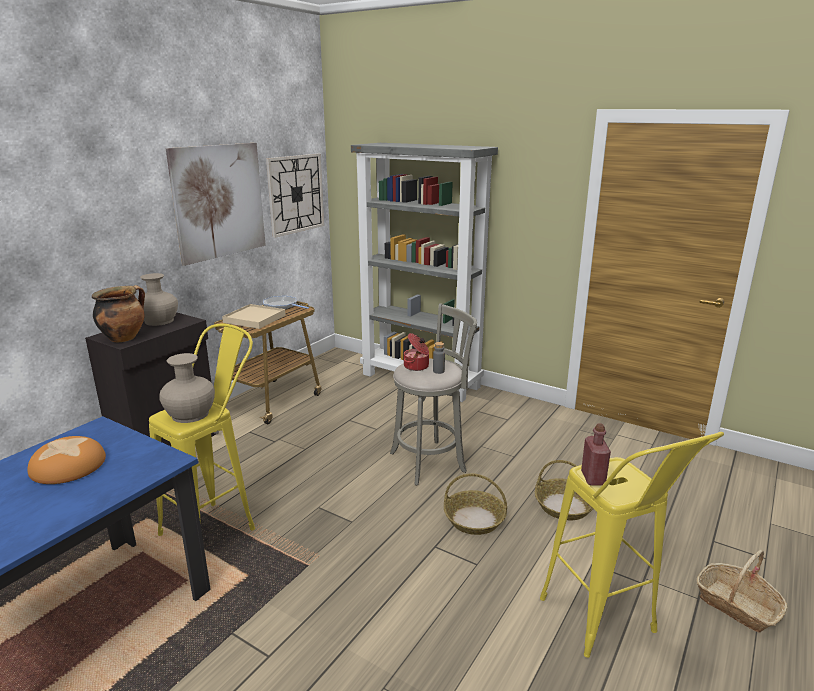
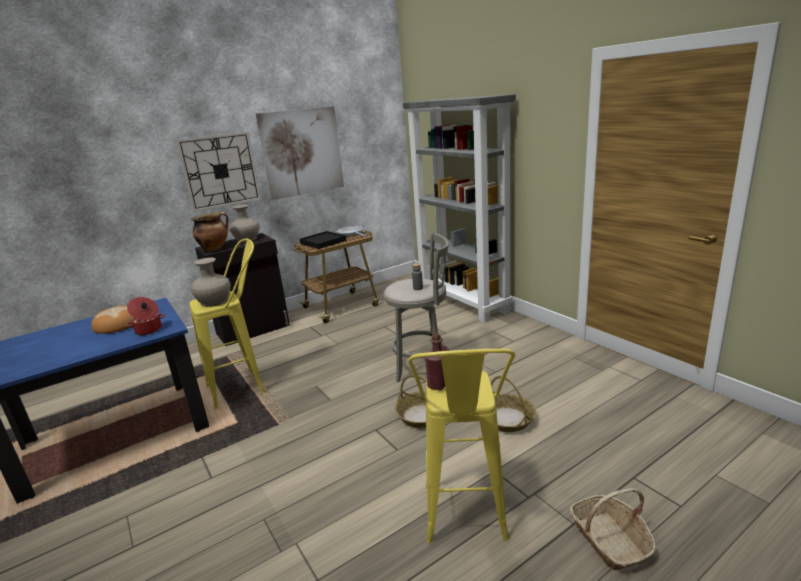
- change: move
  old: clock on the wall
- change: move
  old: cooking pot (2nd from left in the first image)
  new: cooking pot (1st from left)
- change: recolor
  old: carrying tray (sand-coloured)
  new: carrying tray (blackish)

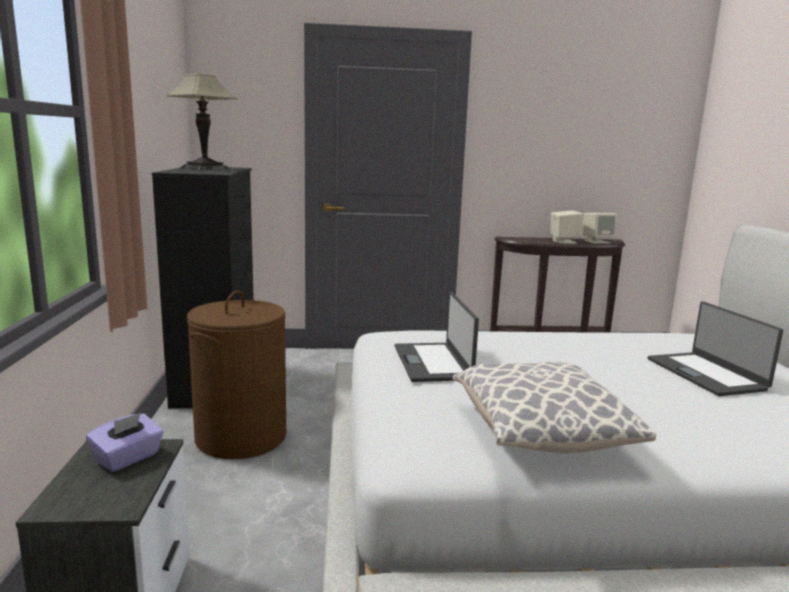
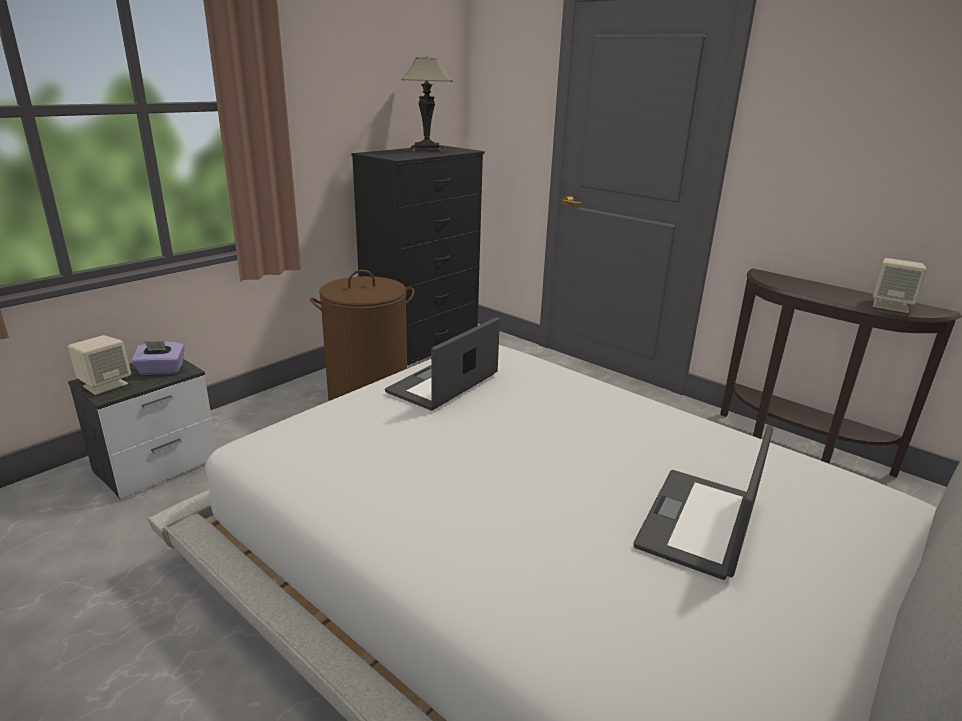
- change: delete
  old: cushion
- change: move
  old: speaker (sand-coloured) (1st from left)

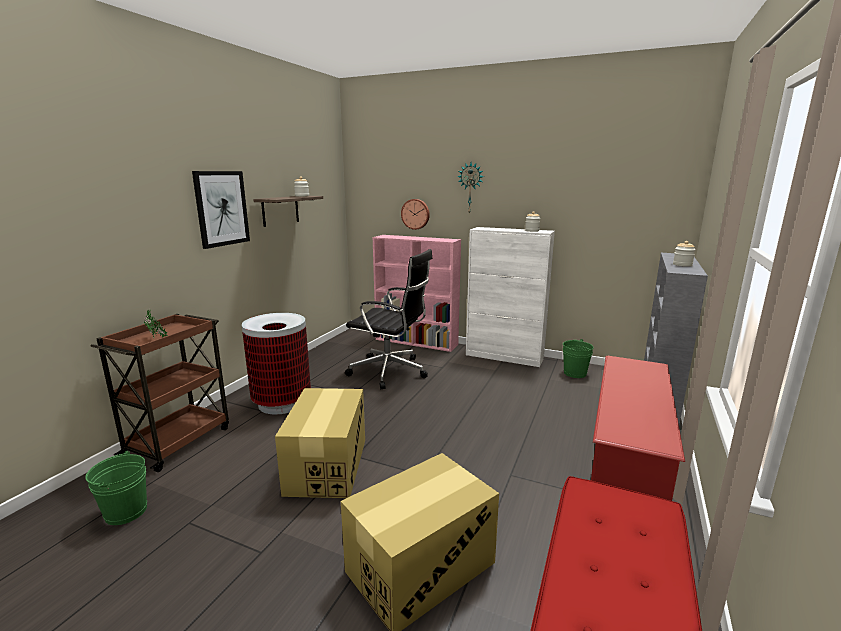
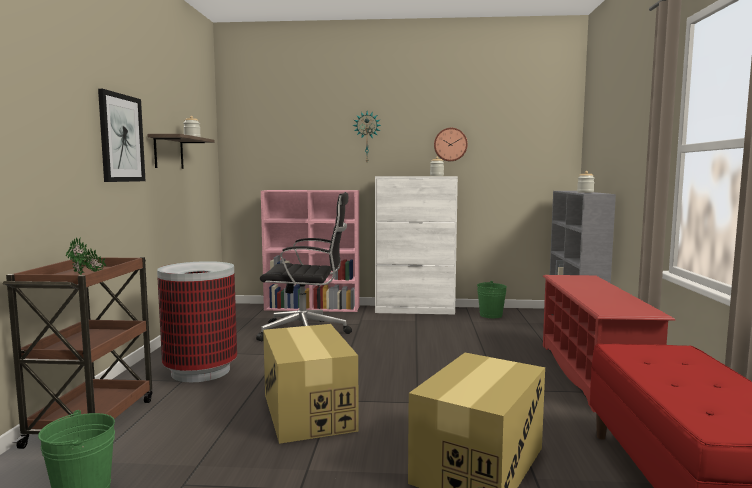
- change: move
  old: clock on the wall (1st from left in the first image)
  new: clock on the wall (2nd from left)

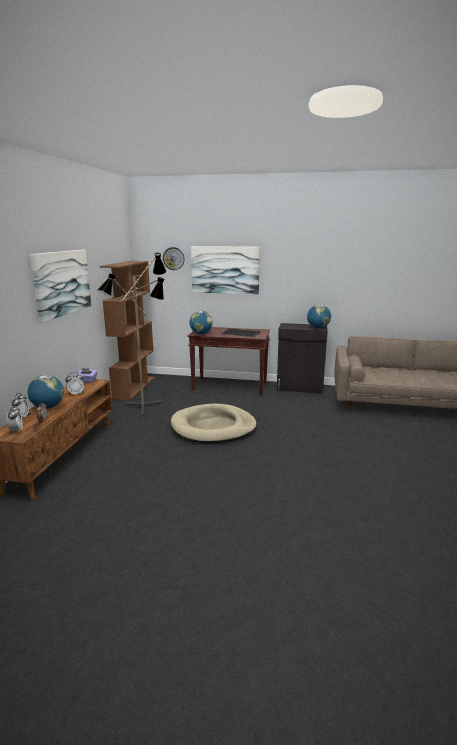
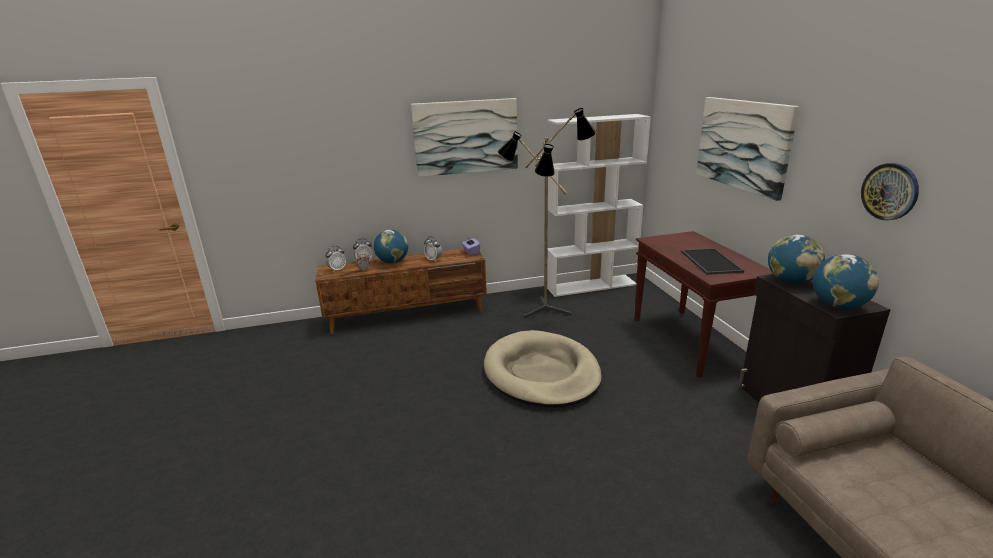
- change: move
  old: clock on the wall
- change: move
  old: globe (2nd from left)
- change: recolor
  old: shelving unit (brown)
  new: shelving unit (whitish)

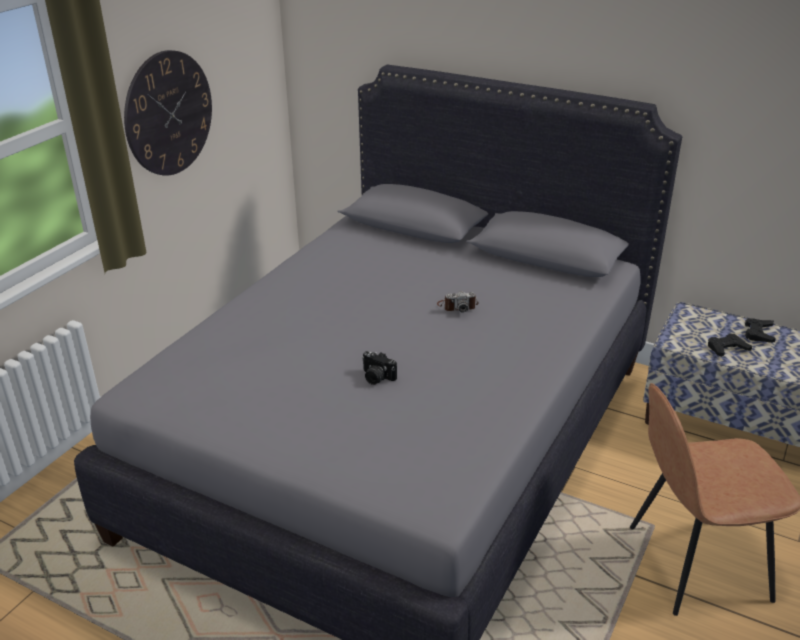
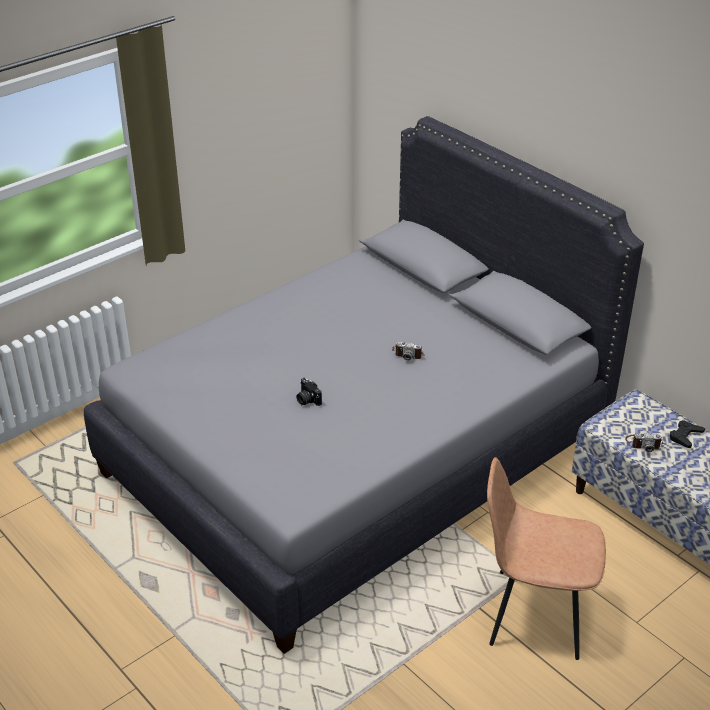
- change: delete
  old: clock on the wall
- change: replace
  old: game controller (blackish) (1st from left)
  new: photo camera (3rd from left)

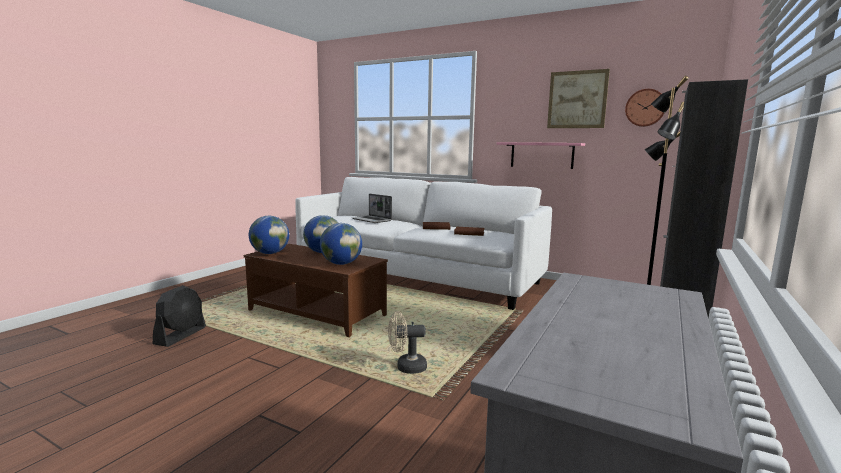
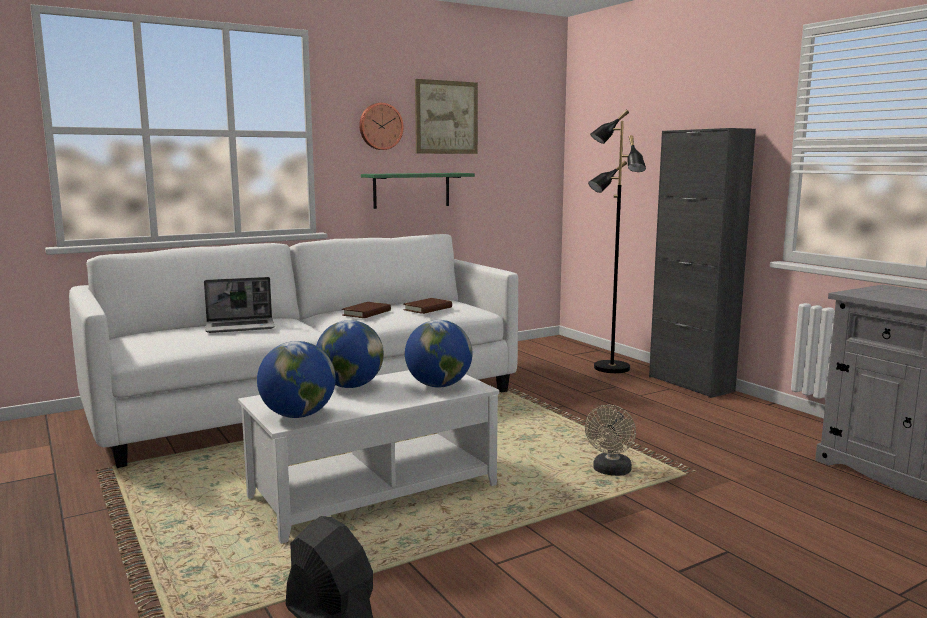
- change: move
  old: clock on the wall
- change: recolor
  old: lounge table (brown)
  new: lounge table (whitish)
- change: recolor
  old: bracket shelf (pink-coloured)
  new: bracket shelf (green-coloured)

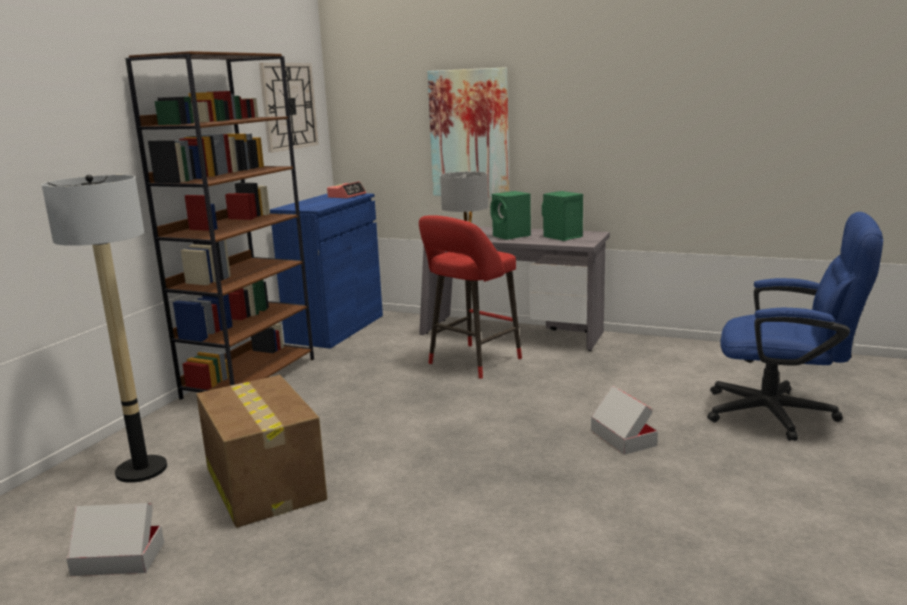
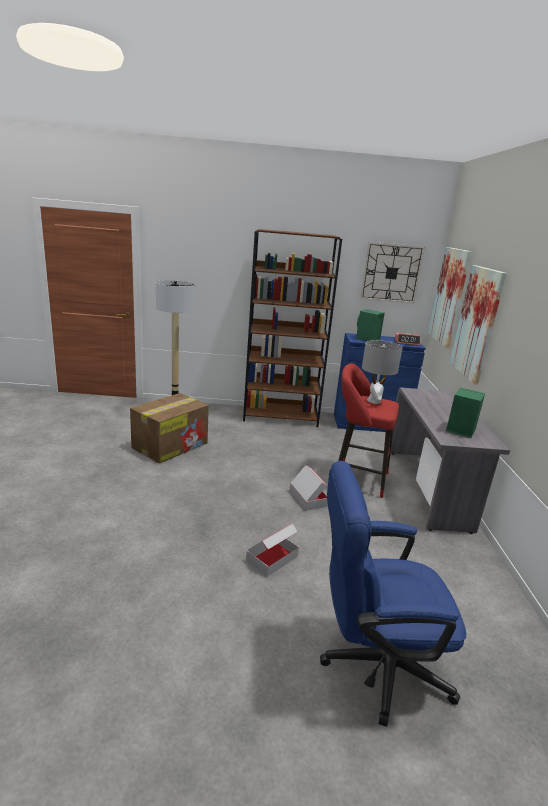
- change: insert
  new: wall picture (1st from left)
- change: move
  old: packing box (1st from left in the first image)
  new: packing box (3rd from left)
- change: move
  old: speaker (green-coloured) (1st from left)
- change: rotate
  old: office chair (blue)
  degrees: 90

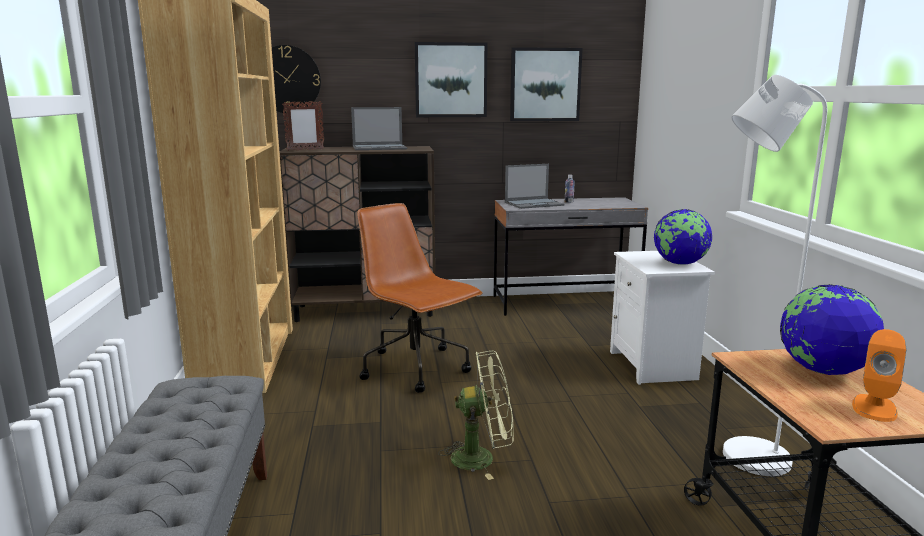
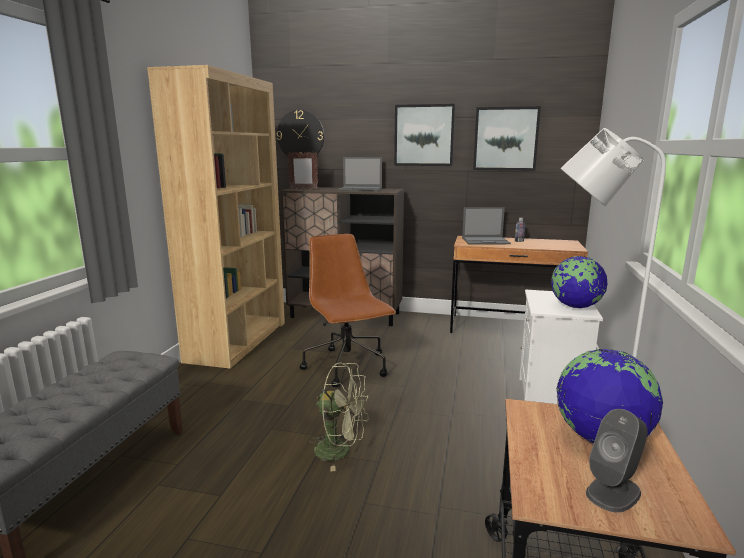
- change: recolor
  old: desk (greyish)
  new: desk (brown)
- change: recolor
  old: speaker (orangey)
  new: speaker (greyish)

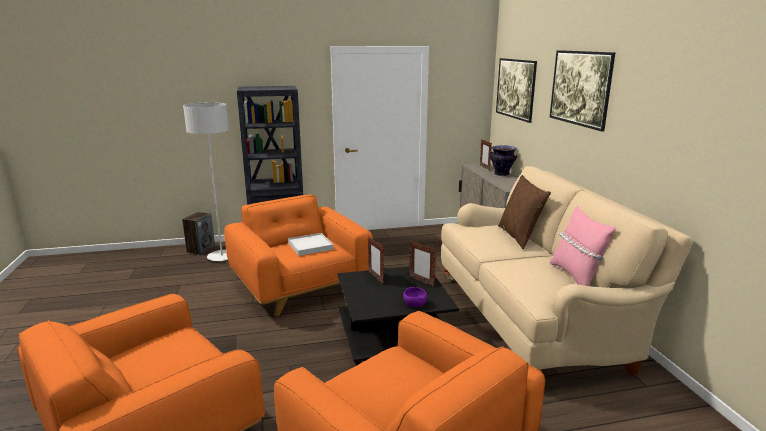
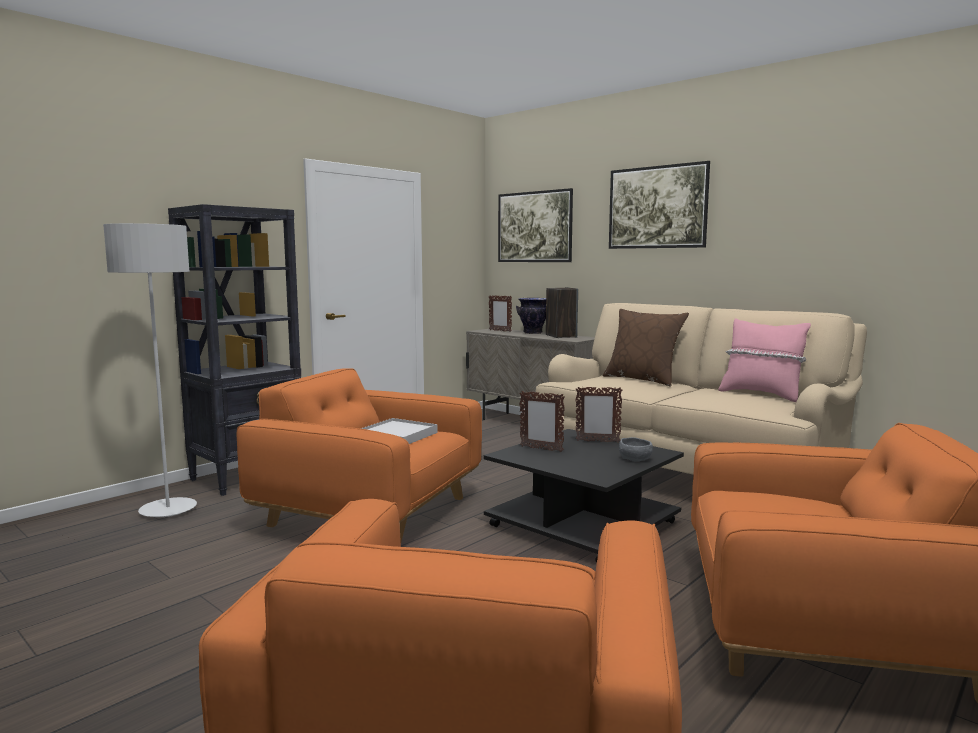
- change: move
  old: speaker
- change: recolor
  old: bowl (purplish)
  new: bowl (greyish)

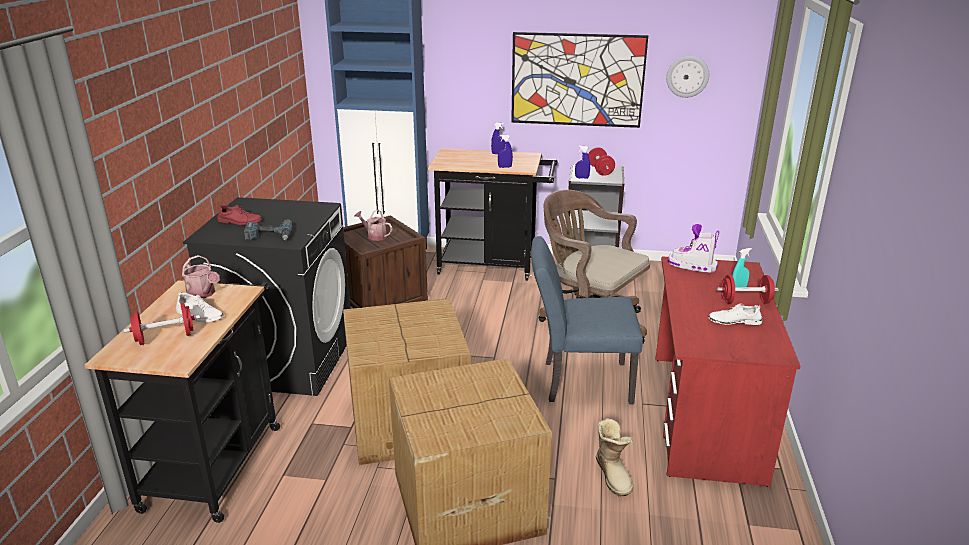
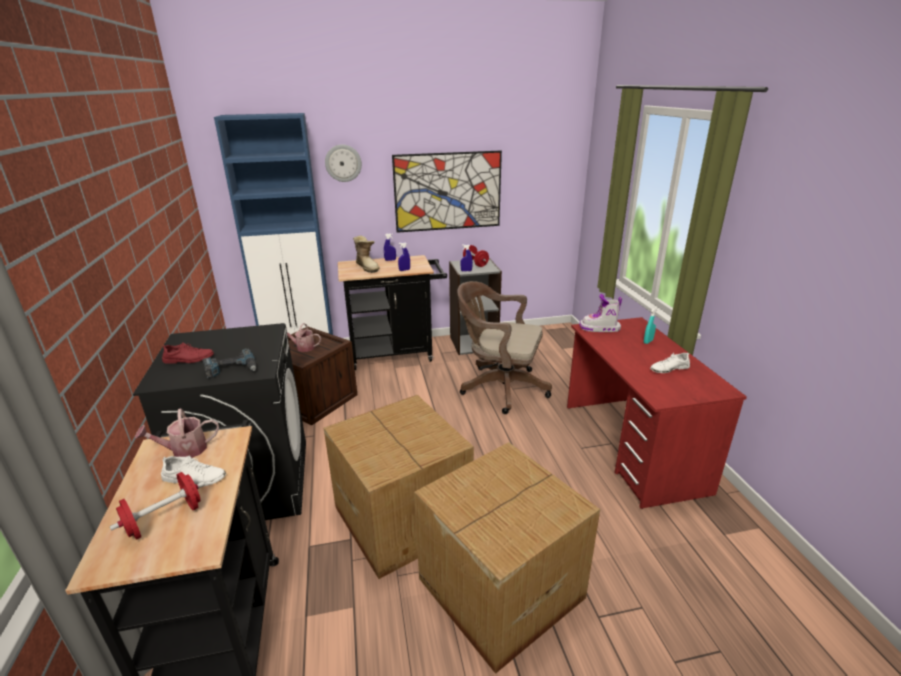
- change: delete
  old: plain chair (blue)
- change: delete
  old: free weight (reddish) (3rd from left)
- change: move
  old: boot (1st from left)
- change: move
  old: clock on the wall
- change: rotate
  old: watering can (1st from left)
  degrees: 135

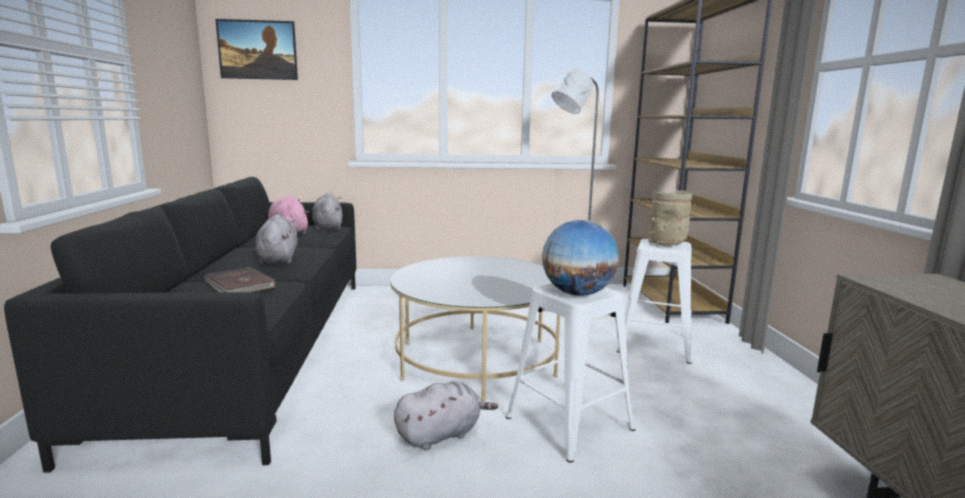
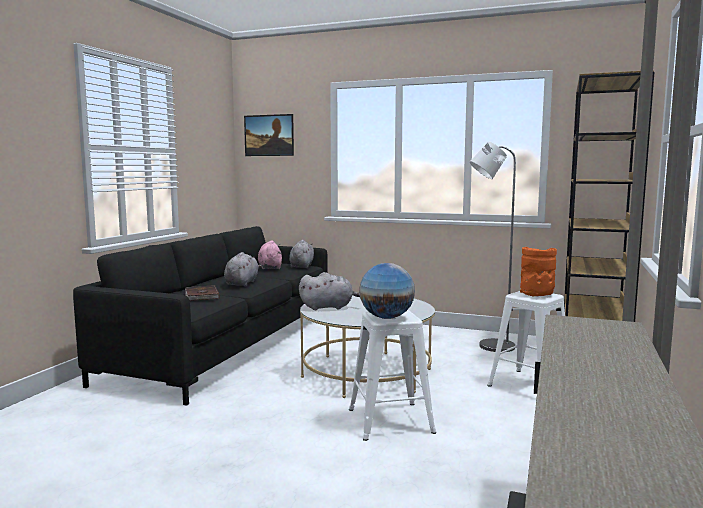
- change: move
  old: cuddly toy (greyish) (3rd from left)
- change: recolor
  old: vase (sand-coloured)
  new: vase (orangey)

